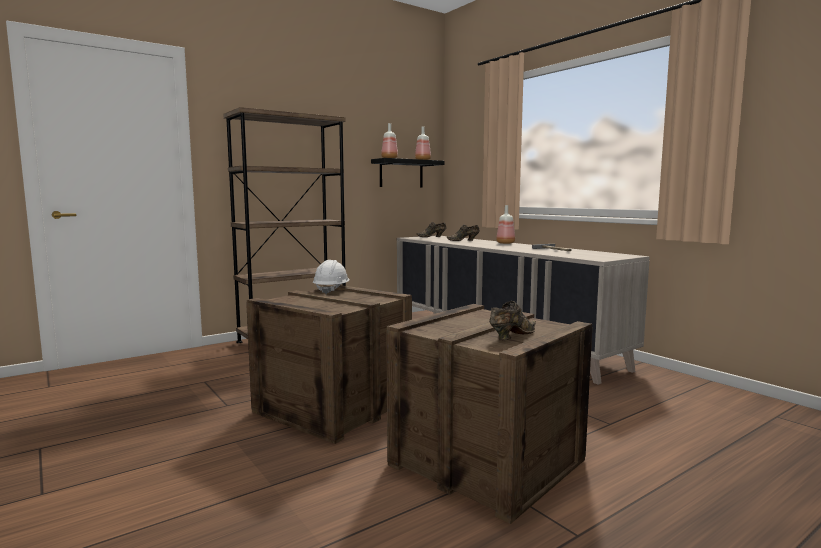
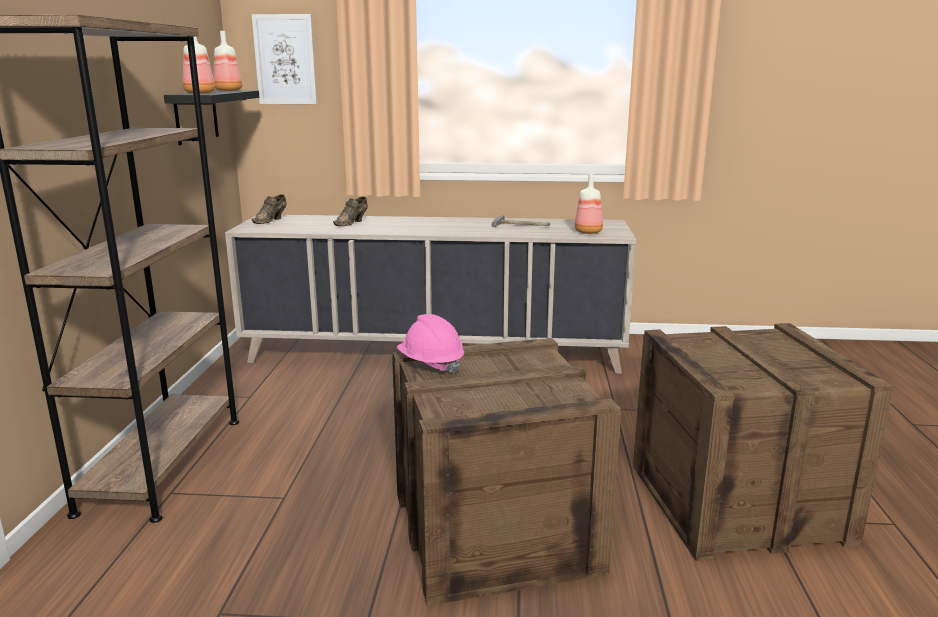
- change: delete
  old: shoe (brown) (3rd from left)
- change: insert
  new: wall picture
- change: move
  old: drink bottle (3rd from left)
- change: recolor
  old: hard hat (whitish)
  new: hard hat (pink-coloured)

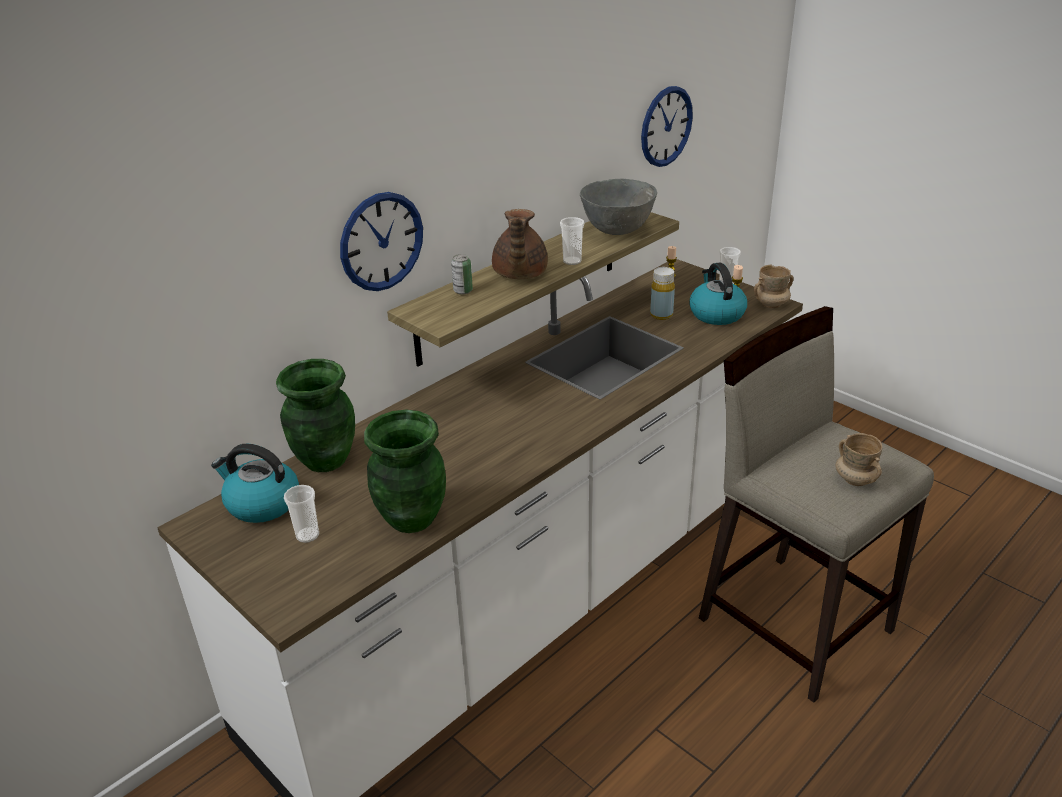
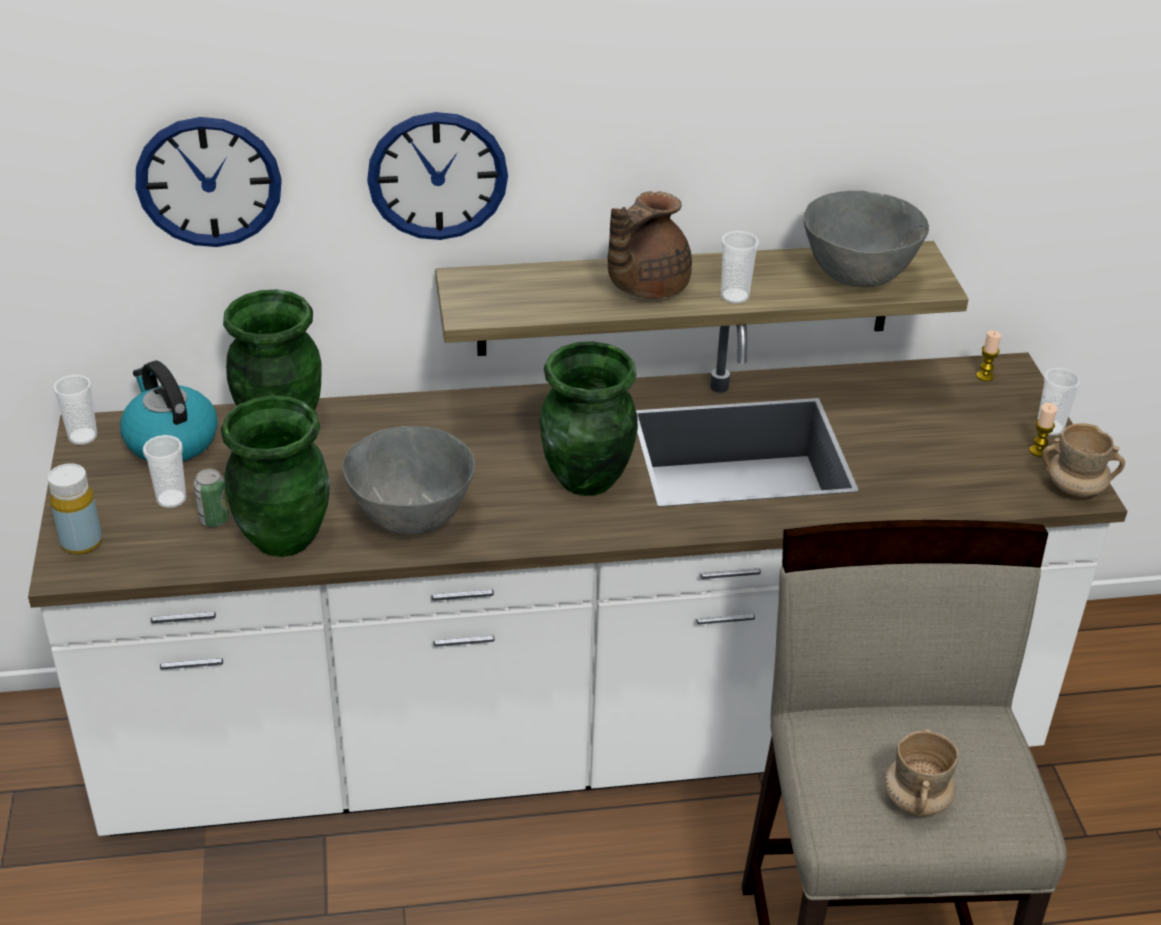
- change: delete
  old: water kettle (2nd from left)
- change: insert
  new: cup (1st from left)
- change: insert
  new: bowl (greyish) (1st from left)
- change: insert
  new: vase (green-coloured) (3rd from left)
- change: move
  old: sealed can
- change: move
  old: clock on the wall (2nd from left in the first image)
  new: clock on the wall (1st from left)
- change: move
  old: drink bottle (yellow-coloured)

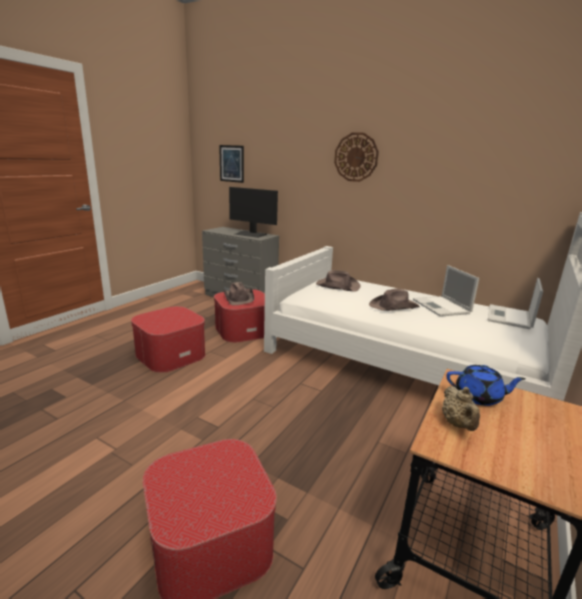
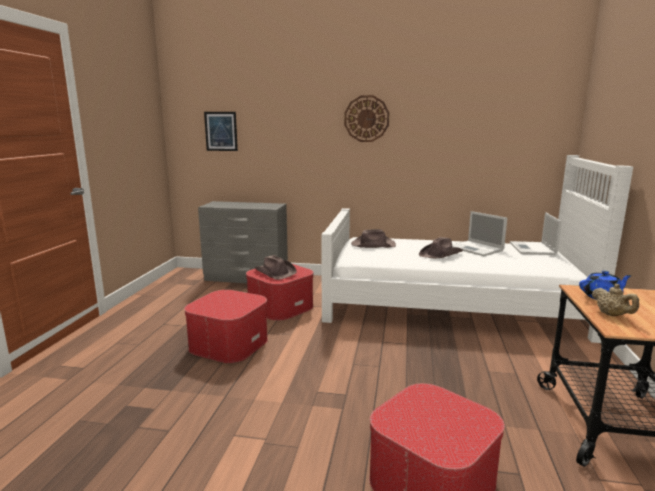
- change: delete
  old: monitor

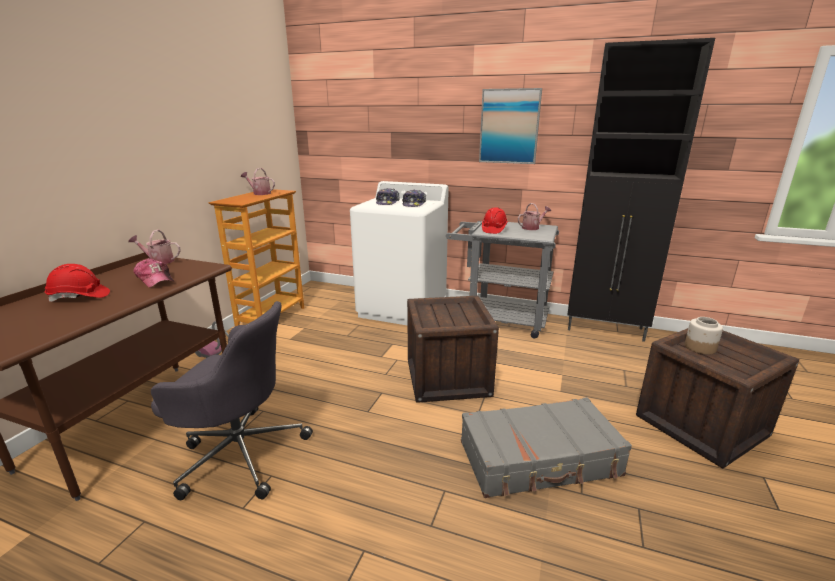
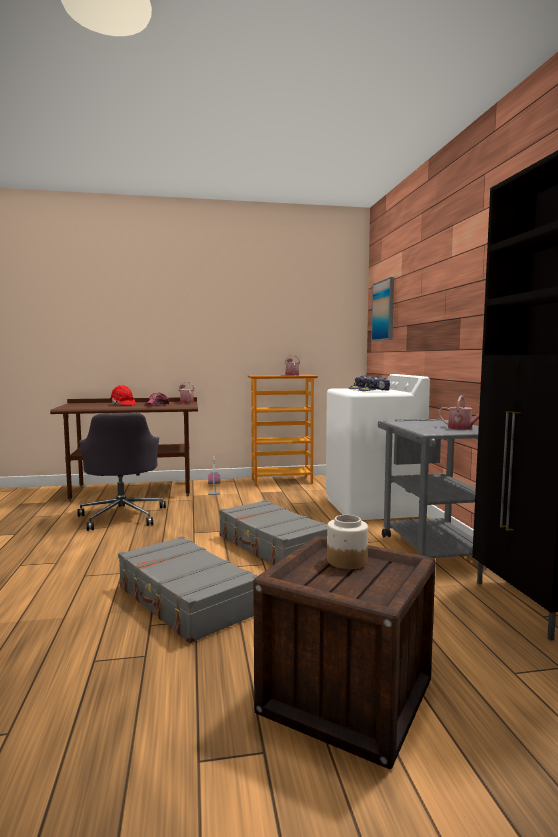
- change: delete
  old: hard hat (reddish) (2nd from left)
- change: move
  old: wall picture
- change: replace
  old: crate (1st from left)
  new: suitcase (greyish) (2nd from left)

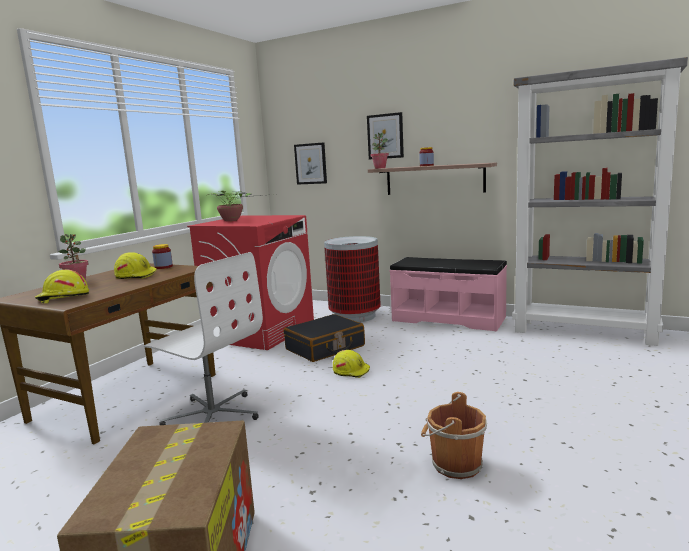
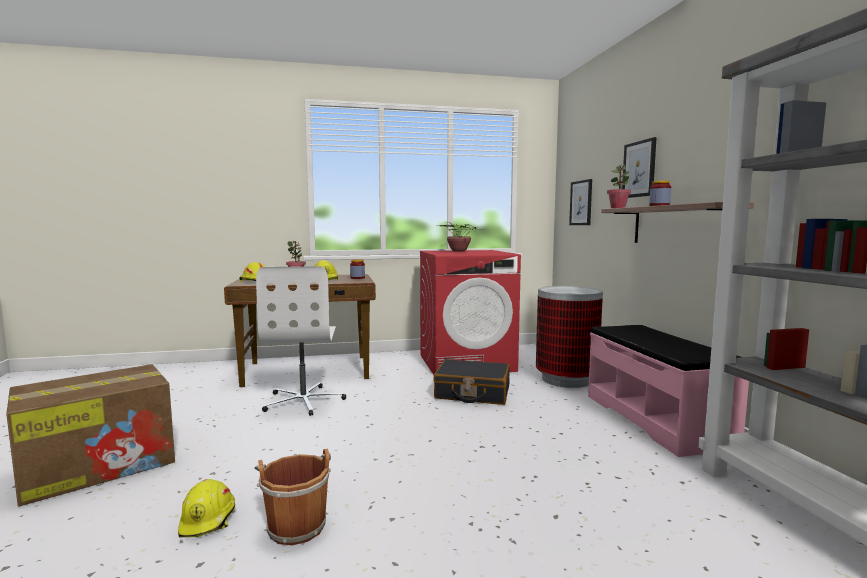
- change: move
  old: hard hat (yellow-coloured) (3rd from left in the first image)
  new: hard hat (yellow-coloured) (1st from left)

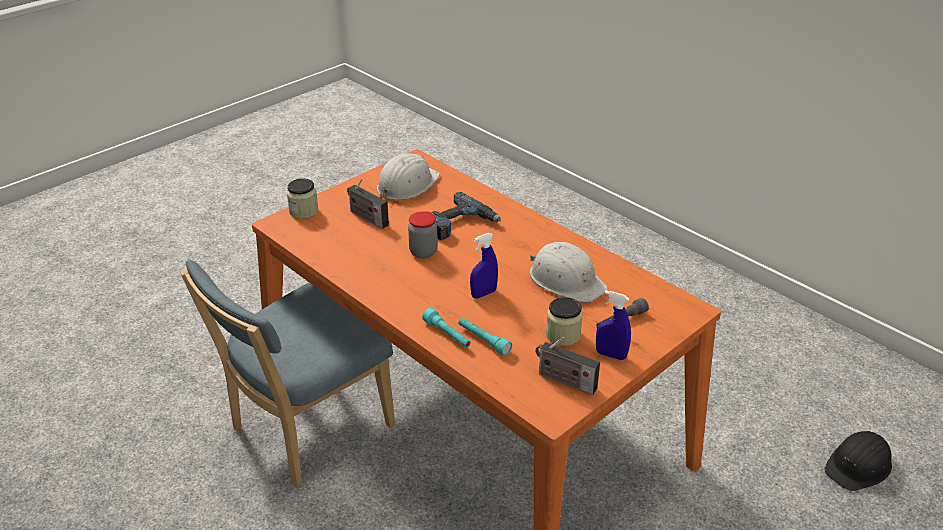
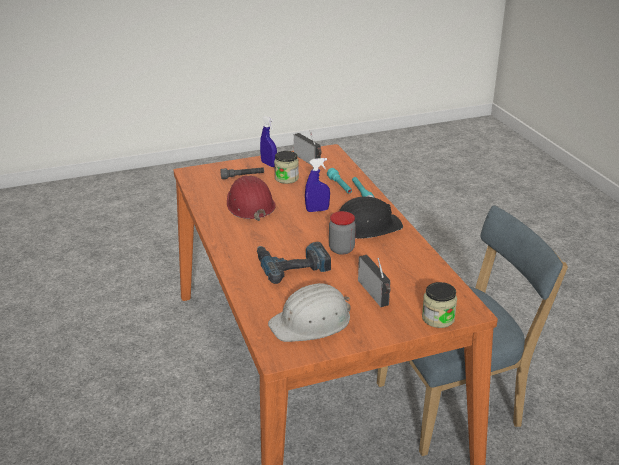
- change: move
  old: hard hat (blackish)
- change: recolor
  old: hard hat (whitish) (2nd from left)
  new: hard hat (reddish)

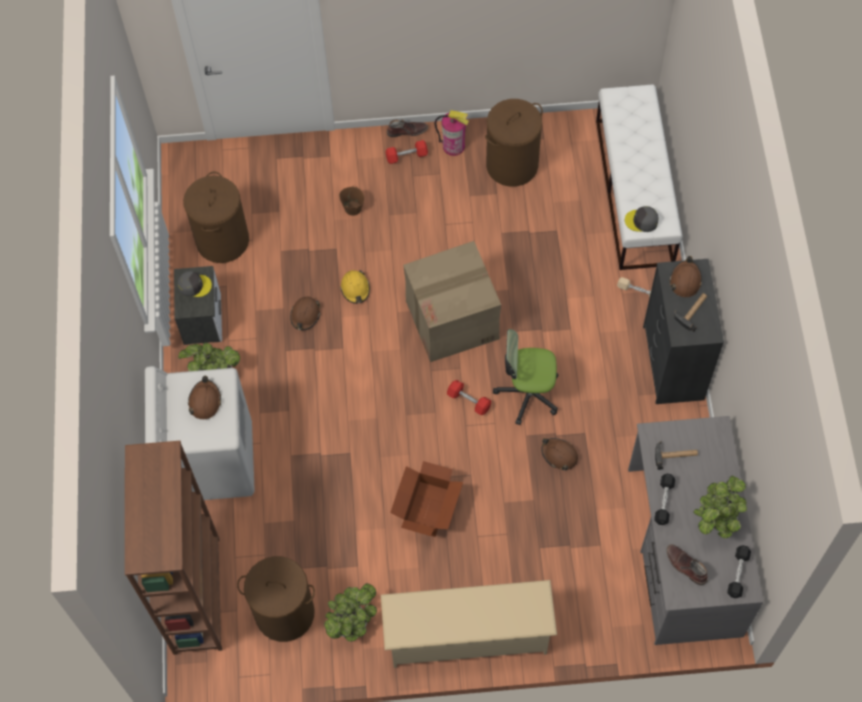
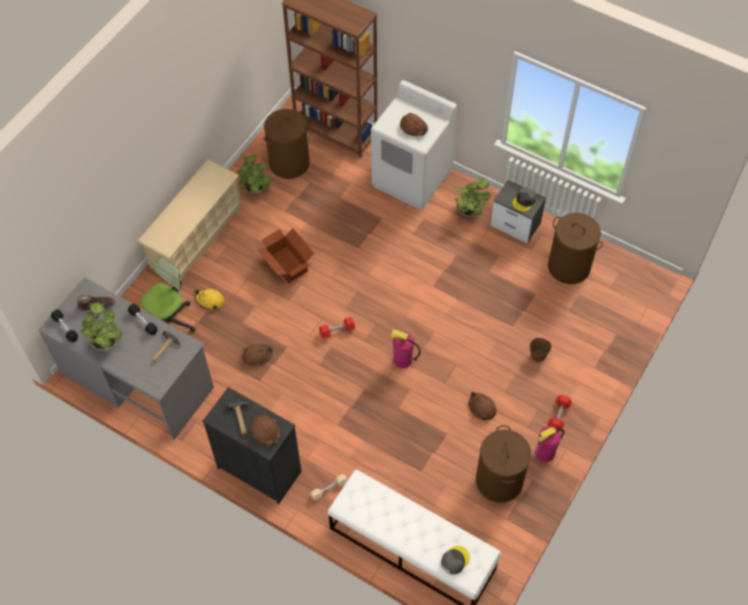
- change: delete
  old: boot (brown) (1st from left)
- change: move
  old: hard hat (brown) (2nd from left in the first image)
  new: hard hat (brown) (4th from left)
- change: move
  old: hard hat (yellow-coloured)
- change: move
  old: office chair
- change: move
  old: cap (greyish) (2nd from left in the first image)
  new: cap (greyish) (1st from left)
- change: replace
  old: packing box (2nd from left)
  new: fire extinguisher (1st from left)

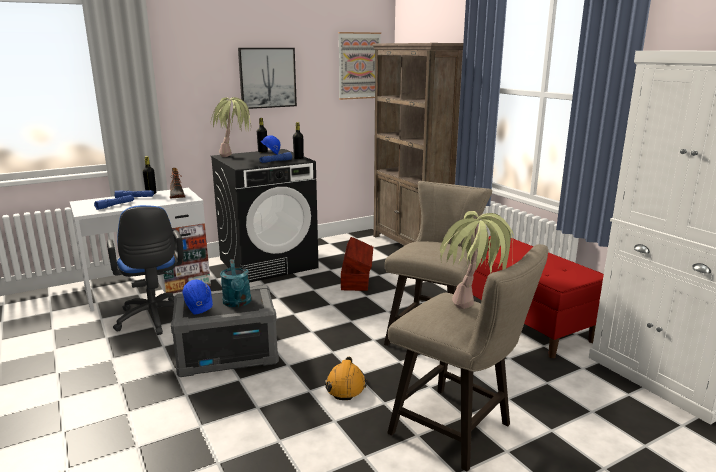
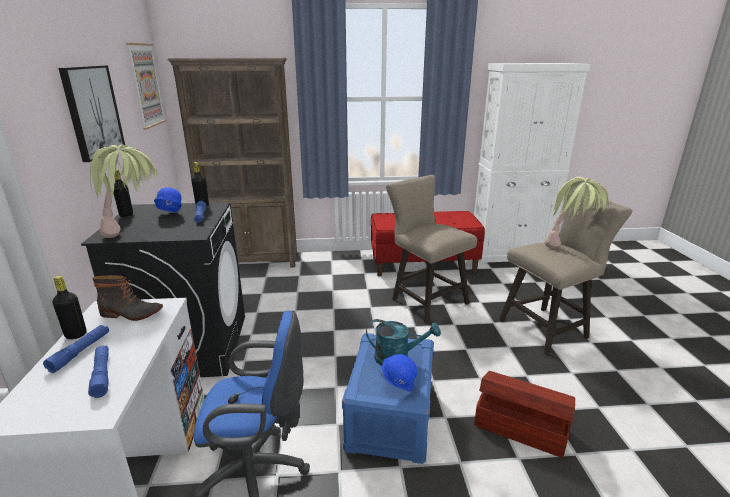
- change: delete
  old: hard hat (orangey)
- change: move
  old: storage container (brown)
- change: recolor
  old: storage container (greyish)
  new: storage container (blue)

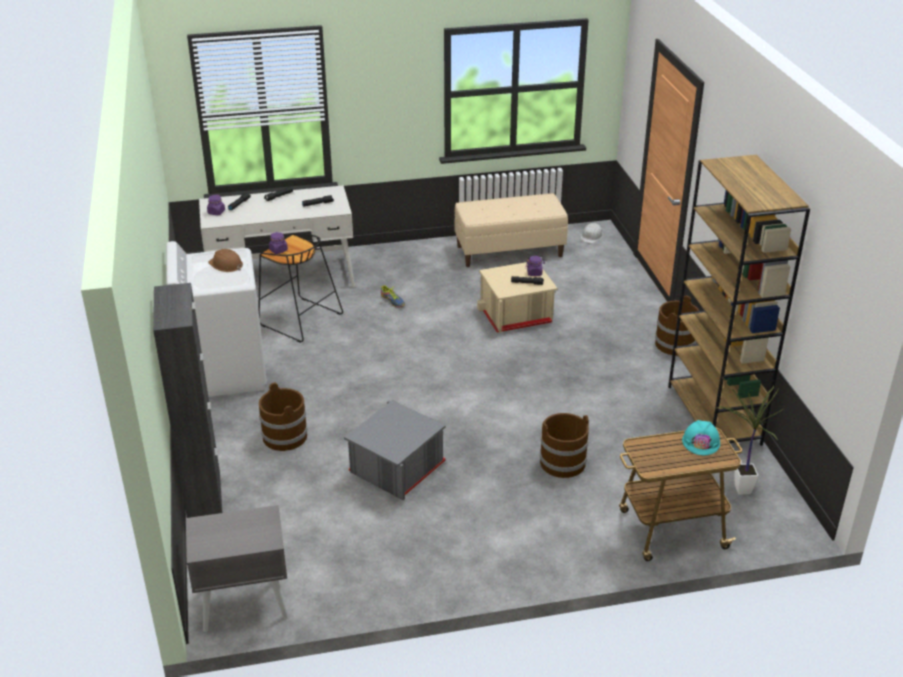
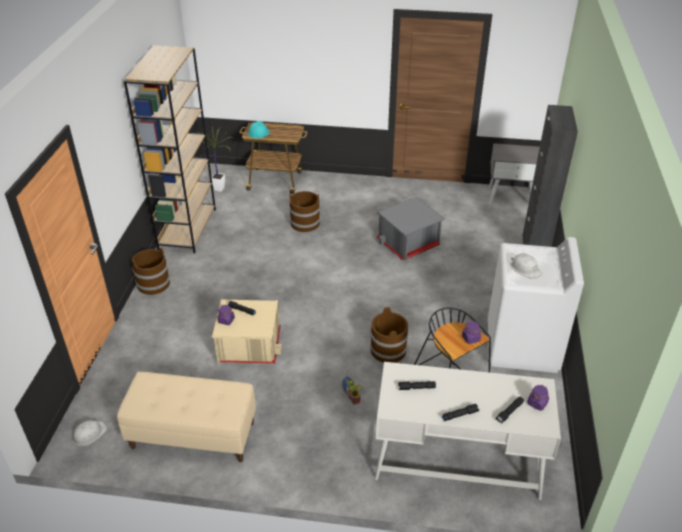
- change: move
  old: pail (brown) (1st from left in the first image)
  new: pail (brown) (3rd from left)
- change: recolor
  old: hard hat (brown)
  new: hard hat (whitish) (2nd from left)

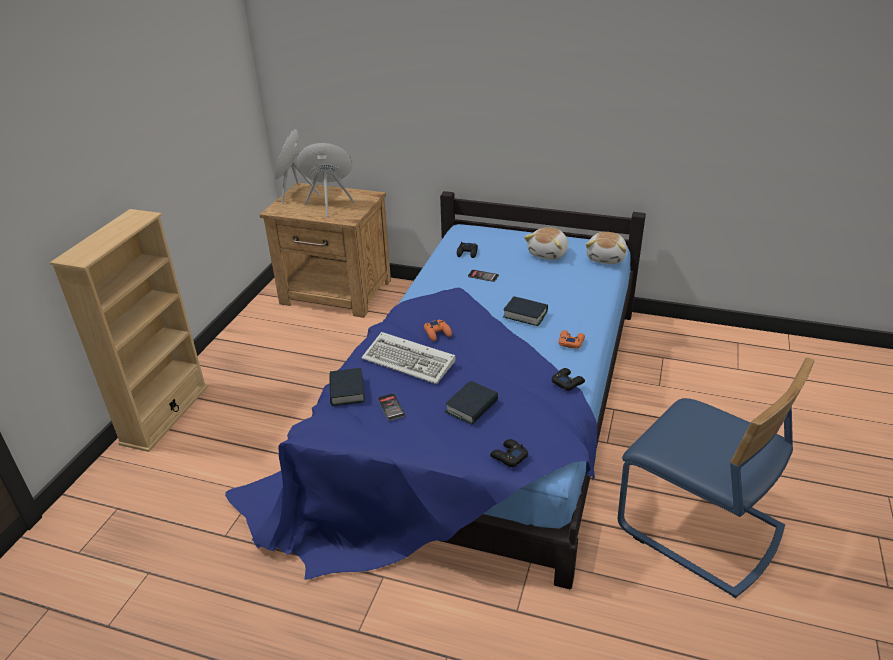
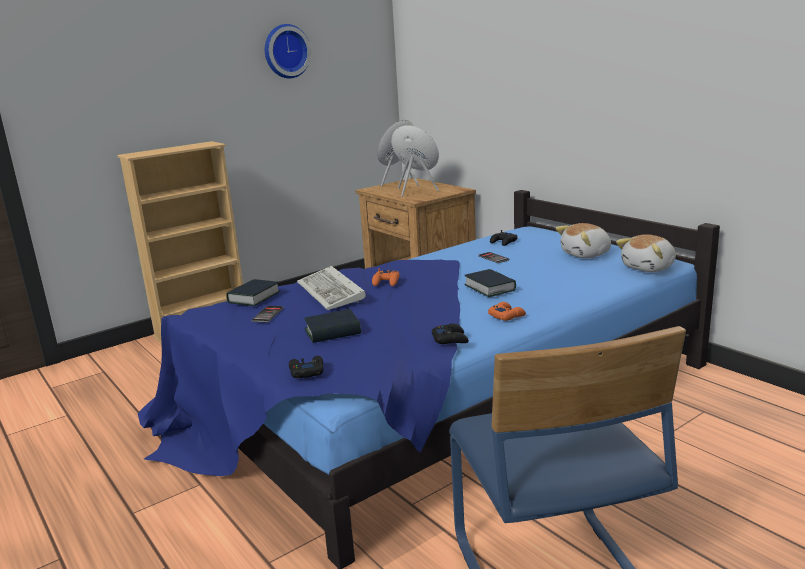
- change: insert
  new: clock on the wall

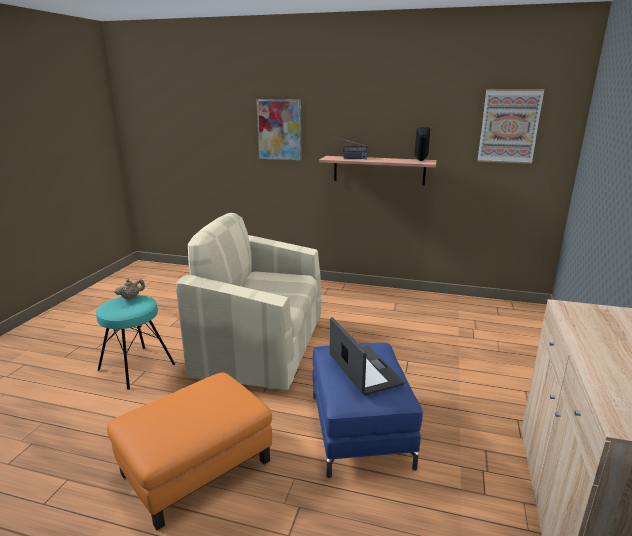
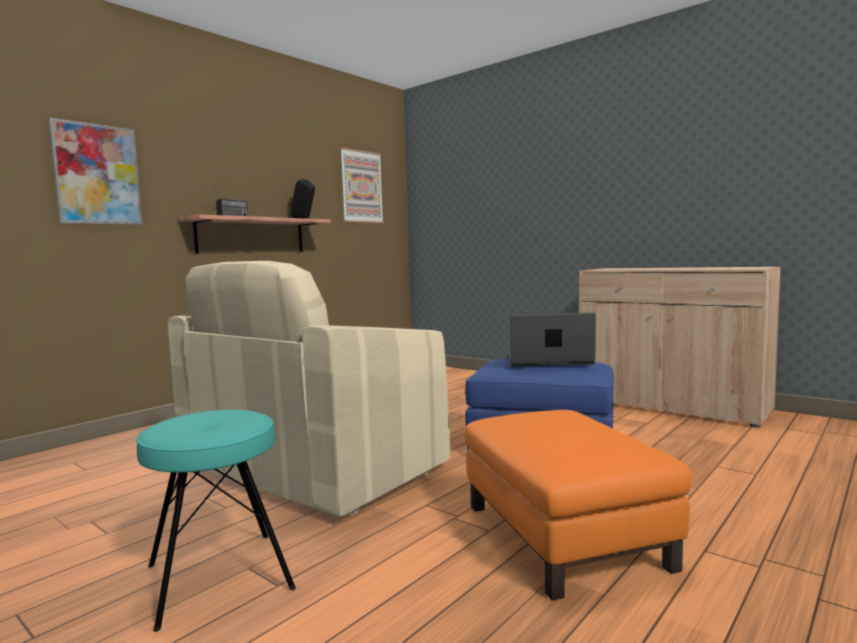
- change: delete
  old: pot for tea (sand-coloured)

